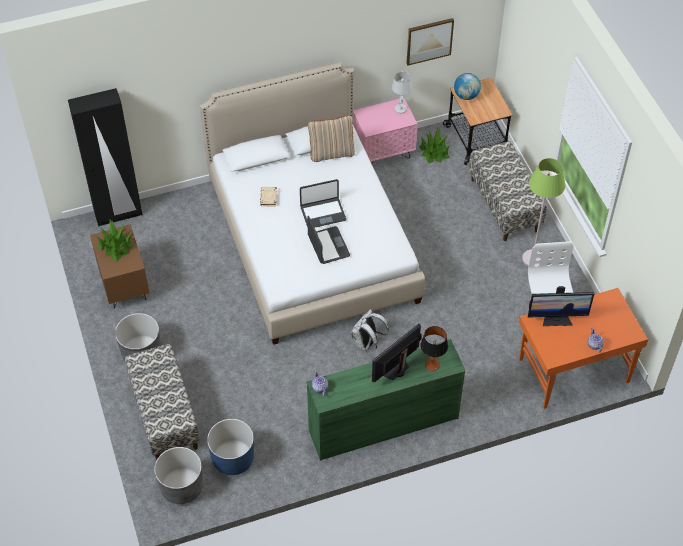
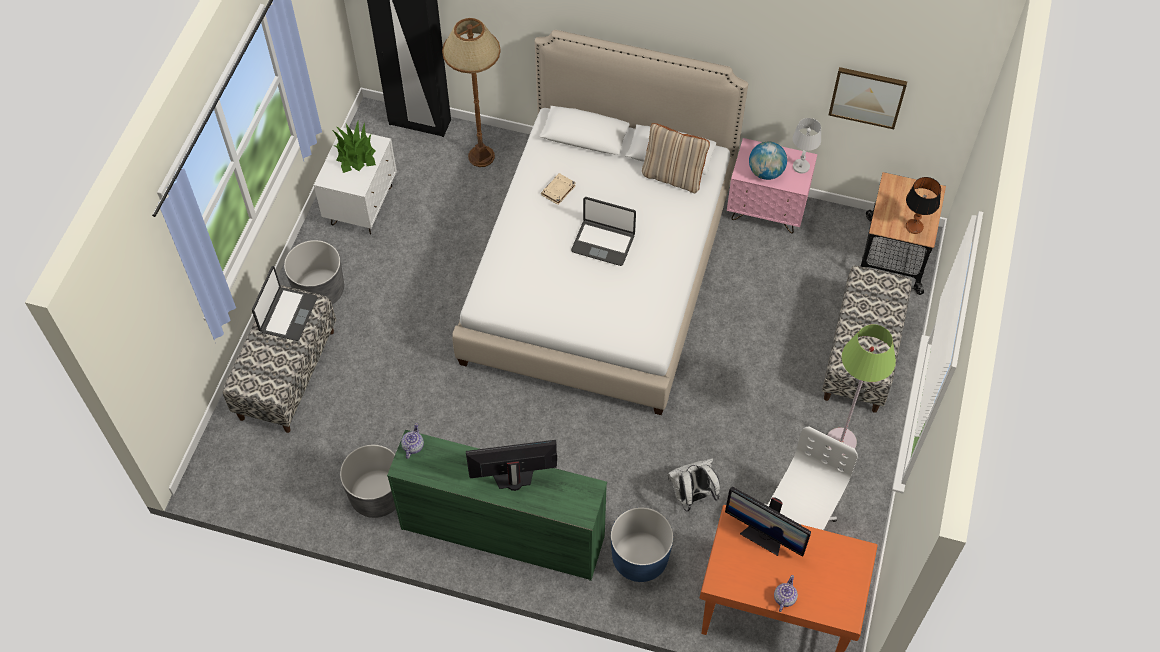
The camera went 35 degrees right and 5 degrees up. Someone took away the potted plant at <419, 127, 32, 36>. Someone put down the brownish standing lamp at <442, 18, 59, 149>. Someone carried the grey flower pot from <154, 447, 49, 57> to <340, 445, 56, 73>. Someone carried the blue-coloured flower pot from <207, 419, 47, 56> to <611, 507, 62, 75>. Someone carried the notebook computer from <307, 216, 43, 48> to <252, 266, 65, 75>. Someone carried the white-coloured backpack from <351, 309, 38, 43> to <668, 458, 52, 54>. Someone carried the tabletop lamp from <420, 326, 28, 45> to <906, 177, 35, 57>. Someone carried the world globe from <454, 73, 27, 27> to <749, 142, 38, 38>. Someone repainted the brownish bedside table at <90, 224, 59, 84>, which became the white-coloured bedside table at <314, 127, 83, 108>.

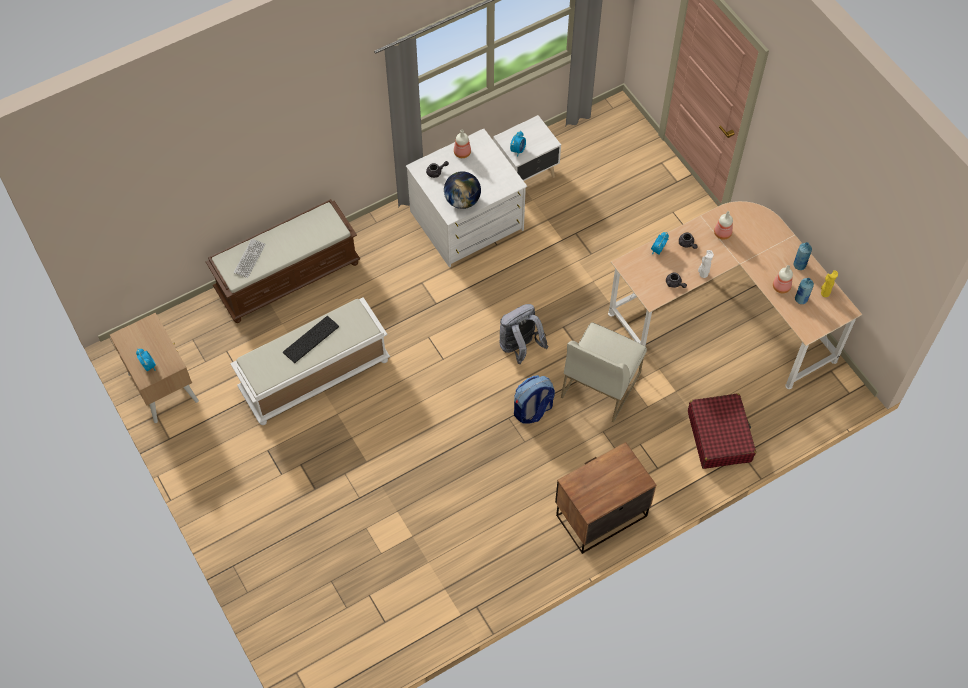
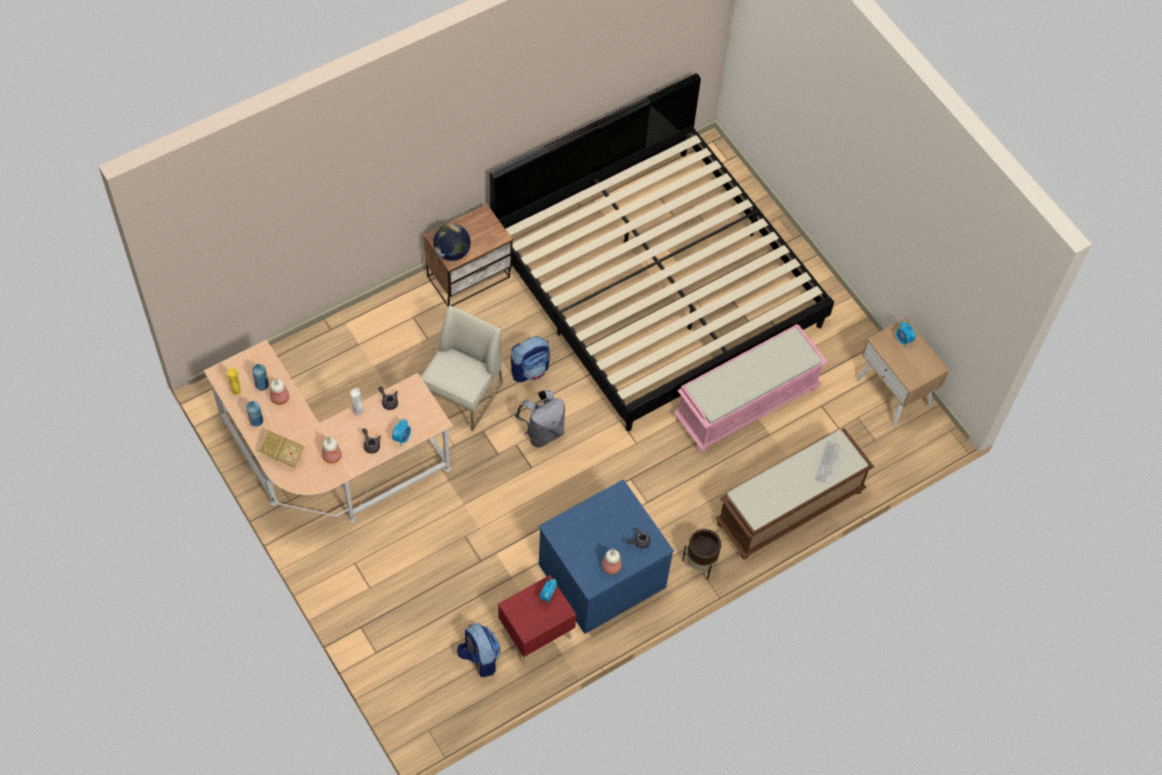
The camera went 175 degrees right and 0 degrees up. Someone took away the PC keyboard at <283, 316, 56, 47>. Someone took away the reddish piece of luggage at <688, 394, 68, 75>. Someone put down the volume at <258, 429, 47, 39>. Someone put down the backpack at <457, 623, 43, 54>. Someone put down the bedroom bed at <490, 73, 344, 358>. Someone put down the brownish flower pot at <682, 529, 39, 51>. Someone carried the world globe from <444, 171, 37, 38> to <433, 223, 38, 38>. Someone repainted the white-coloured bench at <230, 297, 160, 128>, which became the pink-coloured bench at <674, 324, 154, 128>. Someone repainted the white-coloured chest of drawers at <406, 128, 121, 140>, which became the blue-coloured chest of drawers at <538, 479, 136, 155>. Someone repainted the white-coloured bedside table at <493, 115, 68, 66>, which became the reddish bedside table at <498, 575, 78, 90>.

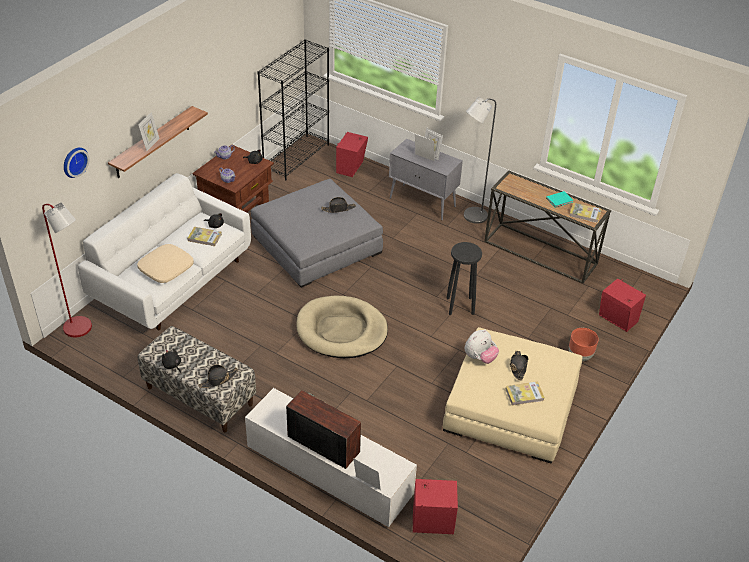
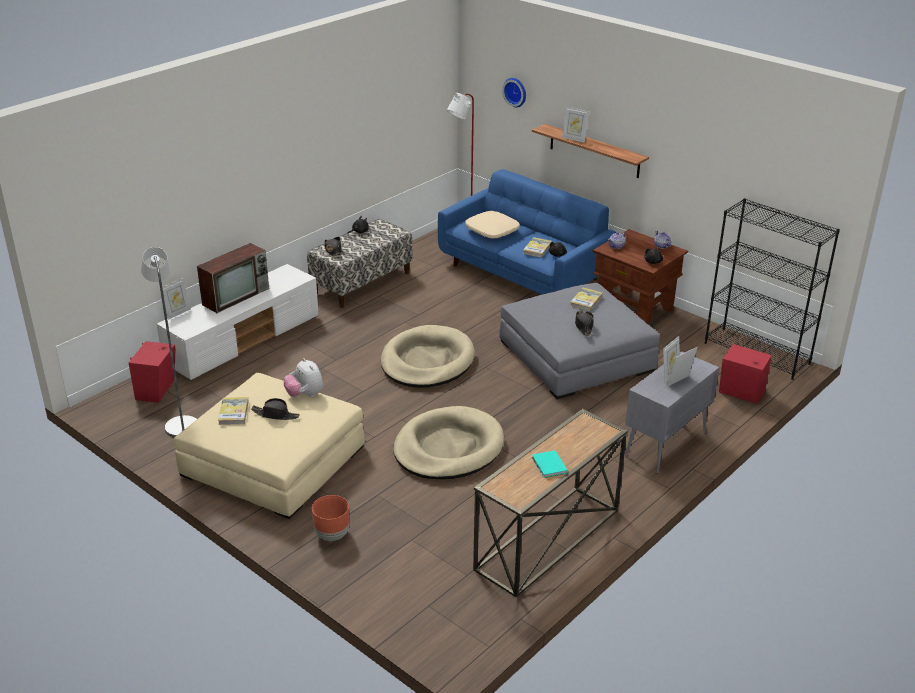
The camera went 100 degrees right and 10 degrees down. Someone took away the reddish loudspeaker at <599, 278, 47, 54>. Someone carried the grey standing lamp from <464, 97, 32, 127> to <141, 247, 56, 190>. Someone carried the volume from <569, 202, 33, 21> to <570, 288, 33, 23>. Someone swapped the black-coloured sitting stool at <446, 242, 36, 73> for the beige-coloured dog cushion at <393, 406, 111, 73>. Someone repainted the white-coloured couch at <78, 173, 173, 157>, which became the blue-coloured couch at <438, 169, 179, 125>.

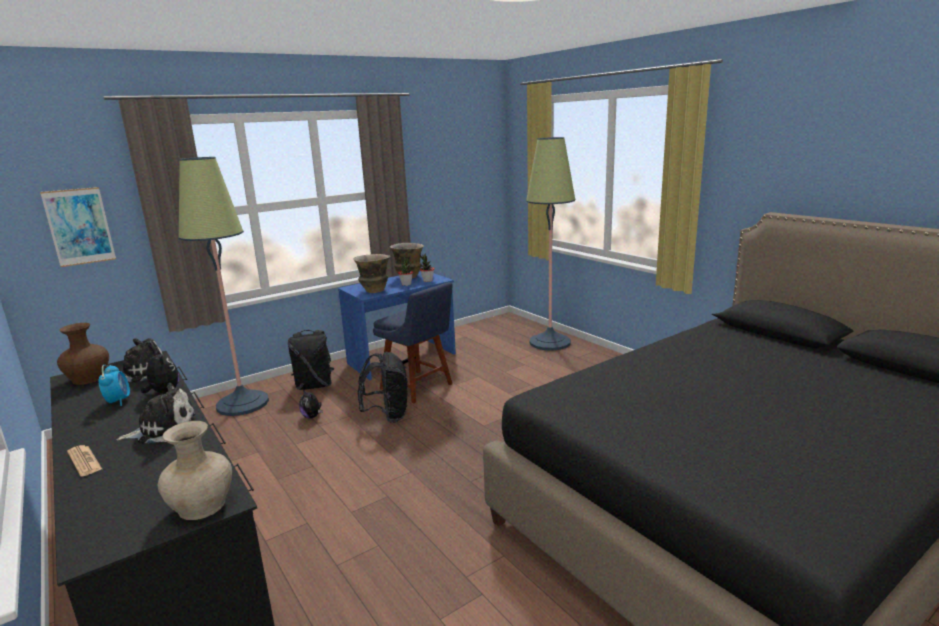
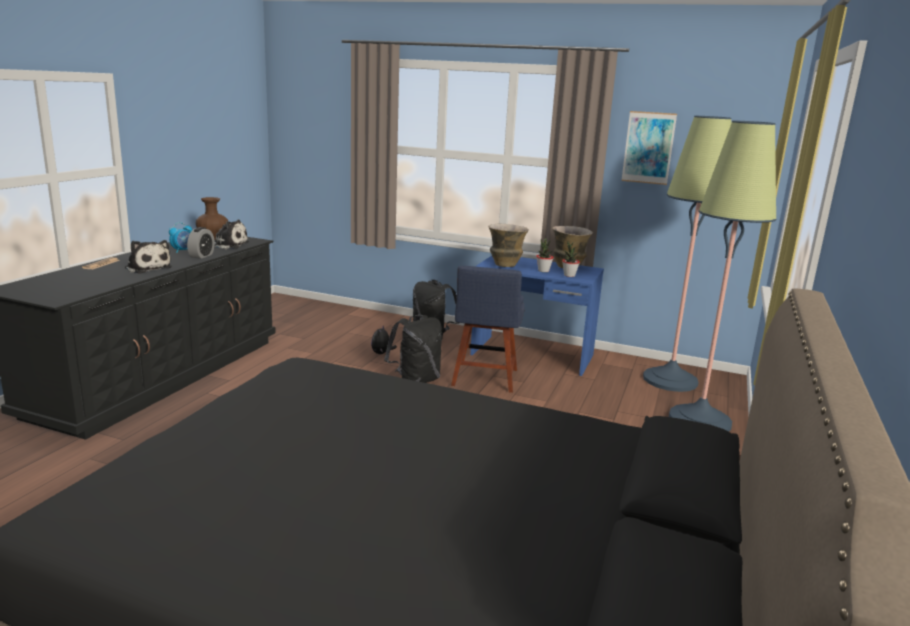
The camera went 55 degrees right and 0 degrees up. Someone took away the beige-coloured vase at <157, 421, 75, 99>. Someone carried the picture from <40, 187, 76, 80> to <621, 111, 56, 74>. Someone carried the standing lamp from <179, 157, 90, 259> to <643, 116, 89, 276>. Someone swapped the cuddly toy at <141, 349, 38, 45> for the bedside clock at <187, 227, 28, 32>.

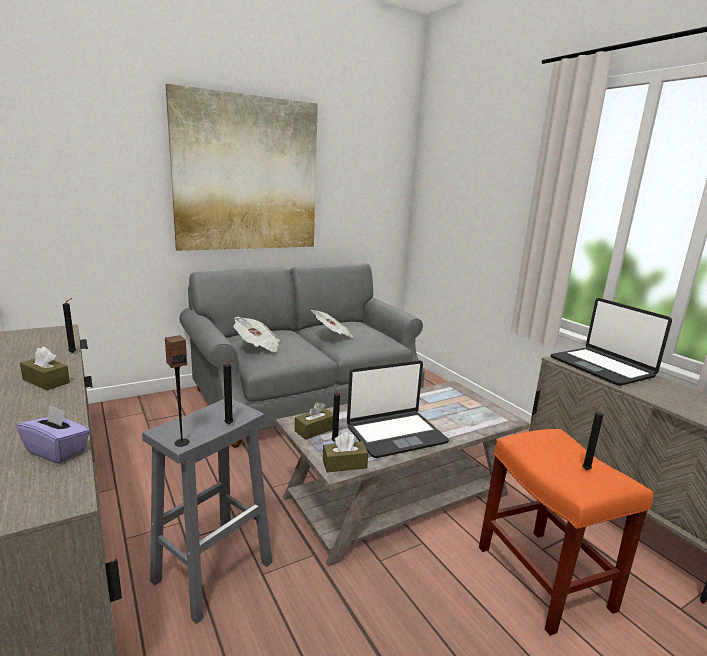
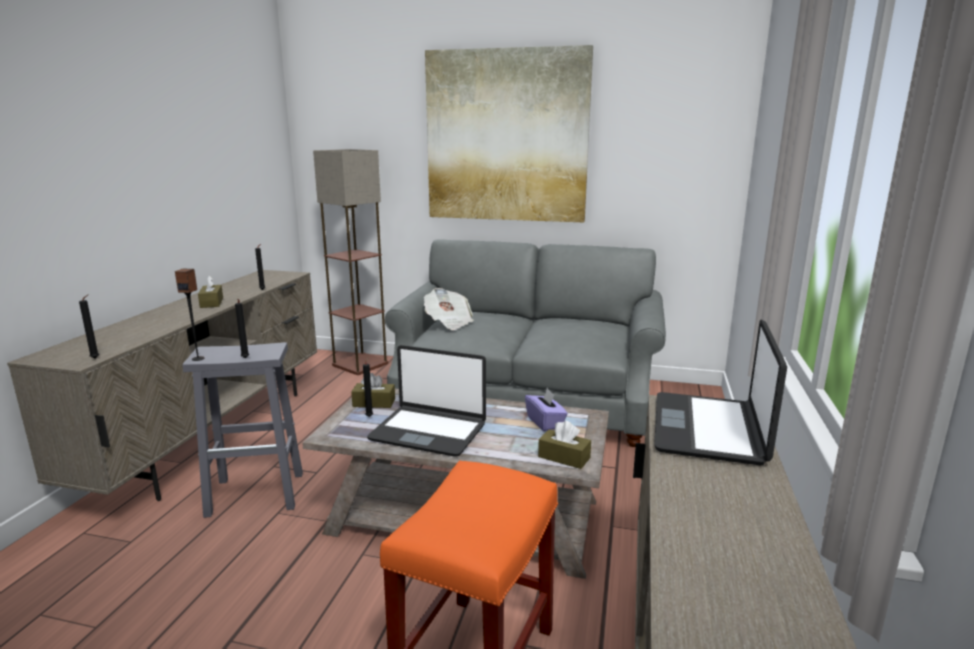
The camera went 45 degrees right and 0 degrees up. Someone took away the printed paper at <311, 310, 43, 28>. Someone put down the standing lamp at <313, 149, 75, 226>. Someone carried the purple box of tissues from <16, 405, 74, 59> to <525, 388, 43, 43>. Someone carried the brownish box of tissues from <323, 432, 45, 41> to <538, 421, 53, 48>. Someone carried the black-coloured candle from <582, 405, 22, 65> to <79, 294, 20, 64>.

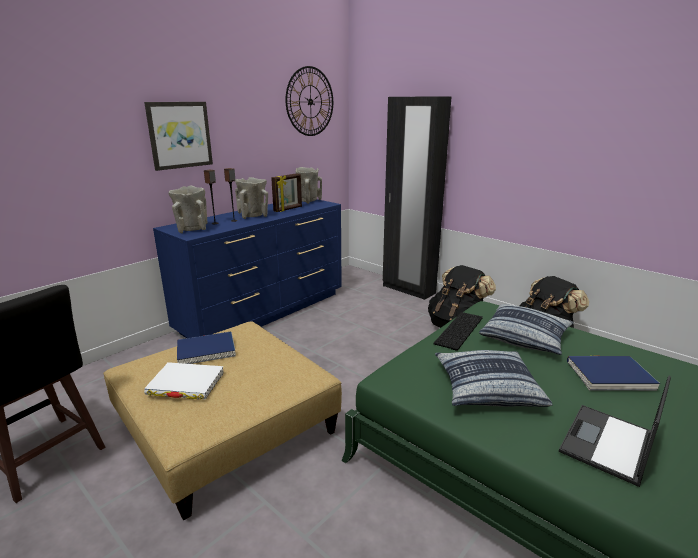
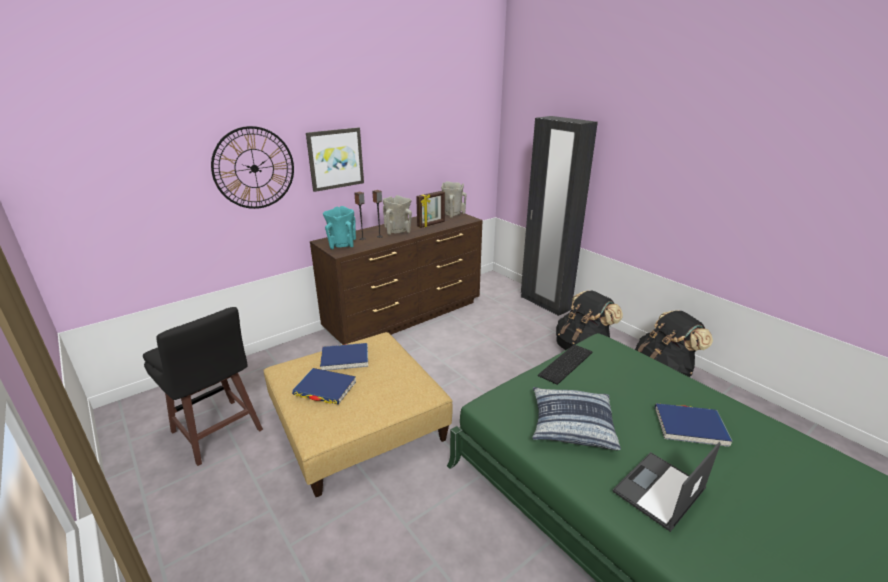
The camera went 10 degrees right and 5 degrees up. Someone took away the pillow at <479, 304, 95, 51>. Someone carried the wall clock from <285, 66, 48, 70> to <211, 126, 83, 83>. Someone repainted the white-coloured volume at <144, 362, 80, 37>, which became the blue-coloured volume at <292, 368, 64, 37>. Someone repainted the blue-coloured chest of drawers at <153, 199, 189, 139>, which became the brownish chest of drawers at <310, 212, 172, 133>. Someone repainted the beige-coloured vase at <168, 185, 39, 48>, which became the blue-green vase at <323, 206, 33, 44>.

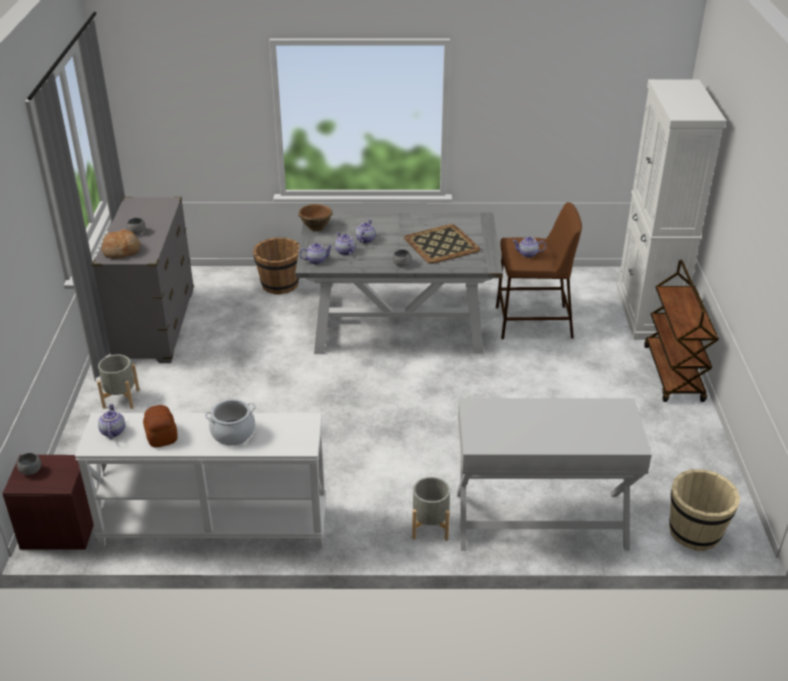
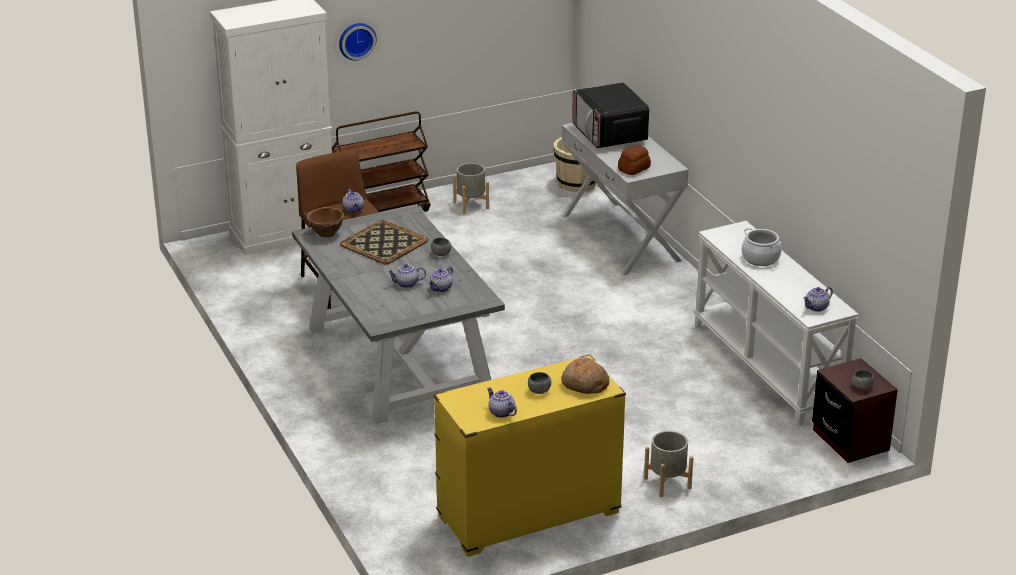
The camera went 115 degrees left and 5 degrees down. Someone took away the brownish bucket at <253, 237, 47, 58>. Someone put up the wall clock at <339, 23, 38, 38>. Someone put down the microwave at <572, 82, 77, 66>. Someone carried the baked bread from <143, 405, 35, 42> to <618, 145, 33, 30>. Someone carried the brownish serving bowl from <298, 204, 34, 27> to <307, 207, 38, 31>. Someone carried the tea pot from <299, 243, 34, 21> to <487, 387, 30, 31>. Someone carried the grey flower pot from <412, 477, 38, 64> to <453, 163, 36, 51>. Someone repainted the grey chest of drawers at <92, 197, 102, 166>, which became the yellow-coloured chest of drawers at <434, 354, 192, 203>.

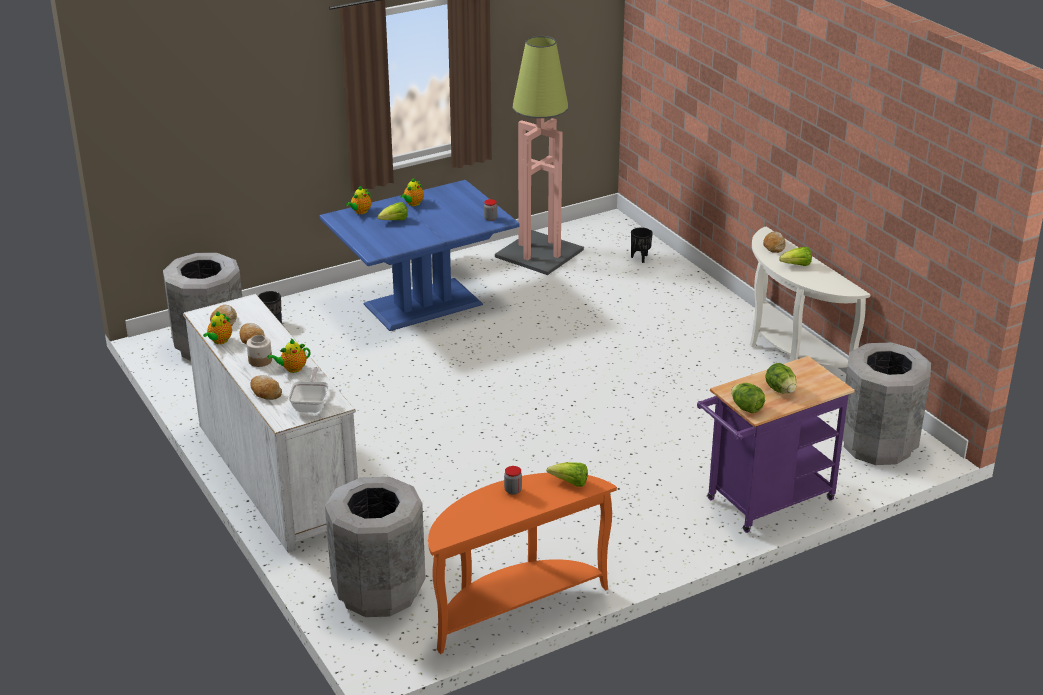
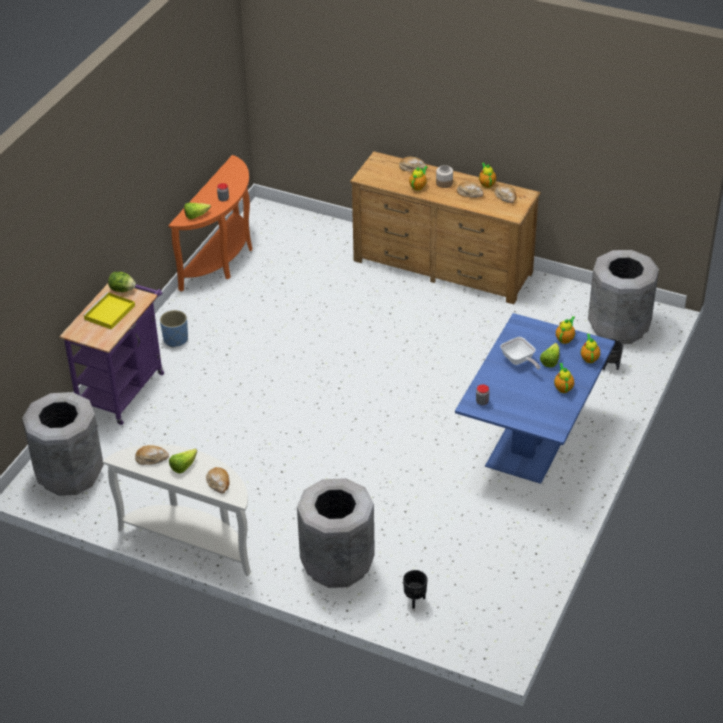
The camera went 145 degrees right and 10 degrees up. Someone took away the standing lamp at <495, 36, 89, 239>. Someone put down the baked bread at <135, 445, 34, 20>. Someone put down the blue-coloured flower pot at <160, 310, 28, 38>. Someone put down the tea pot at <556, 316, 19, 28>. Someone carried the frying pan from <288, 367, 41, 46> to <500, 337, 40, 33>. Someone carried the grey waste bin from <325, 477, 101, 140> to <297, 478, 78, 110>. Someone swapped the lettuce head at <765, 363, 31, 30> for the yellow-coloured serving tray at <83, 292, 52, 37>. Someone repainted the white-coloured chest of drawers at <183, 294, 175, 258>, which became the brownish chest of drawers at <350, 151, 191, 153>.

